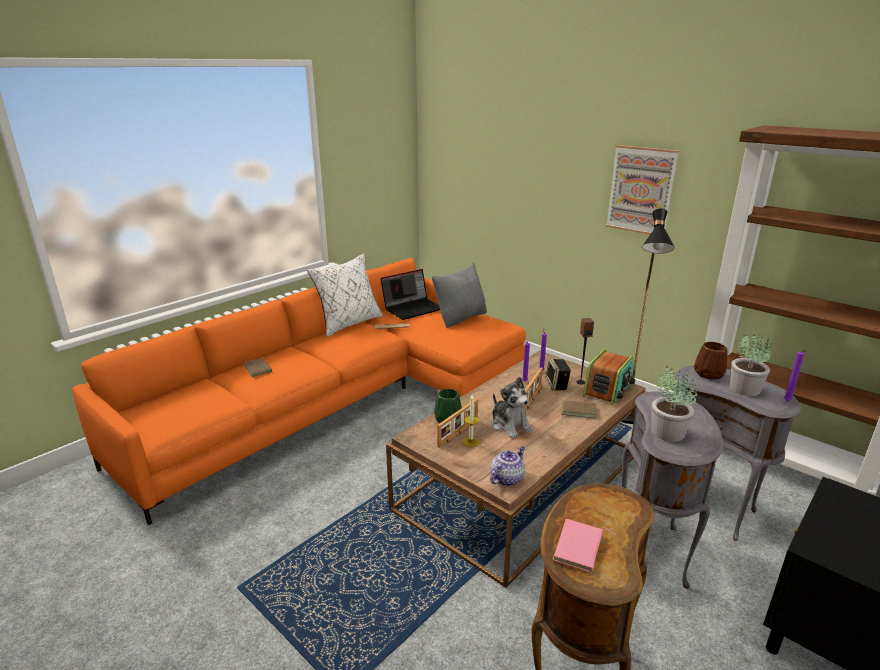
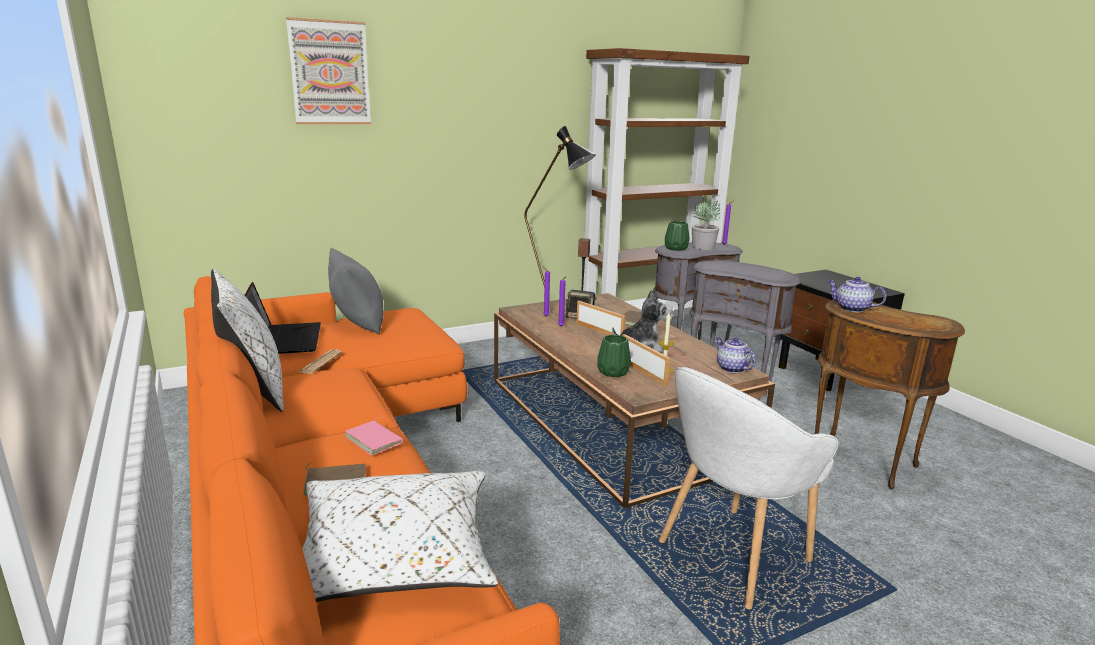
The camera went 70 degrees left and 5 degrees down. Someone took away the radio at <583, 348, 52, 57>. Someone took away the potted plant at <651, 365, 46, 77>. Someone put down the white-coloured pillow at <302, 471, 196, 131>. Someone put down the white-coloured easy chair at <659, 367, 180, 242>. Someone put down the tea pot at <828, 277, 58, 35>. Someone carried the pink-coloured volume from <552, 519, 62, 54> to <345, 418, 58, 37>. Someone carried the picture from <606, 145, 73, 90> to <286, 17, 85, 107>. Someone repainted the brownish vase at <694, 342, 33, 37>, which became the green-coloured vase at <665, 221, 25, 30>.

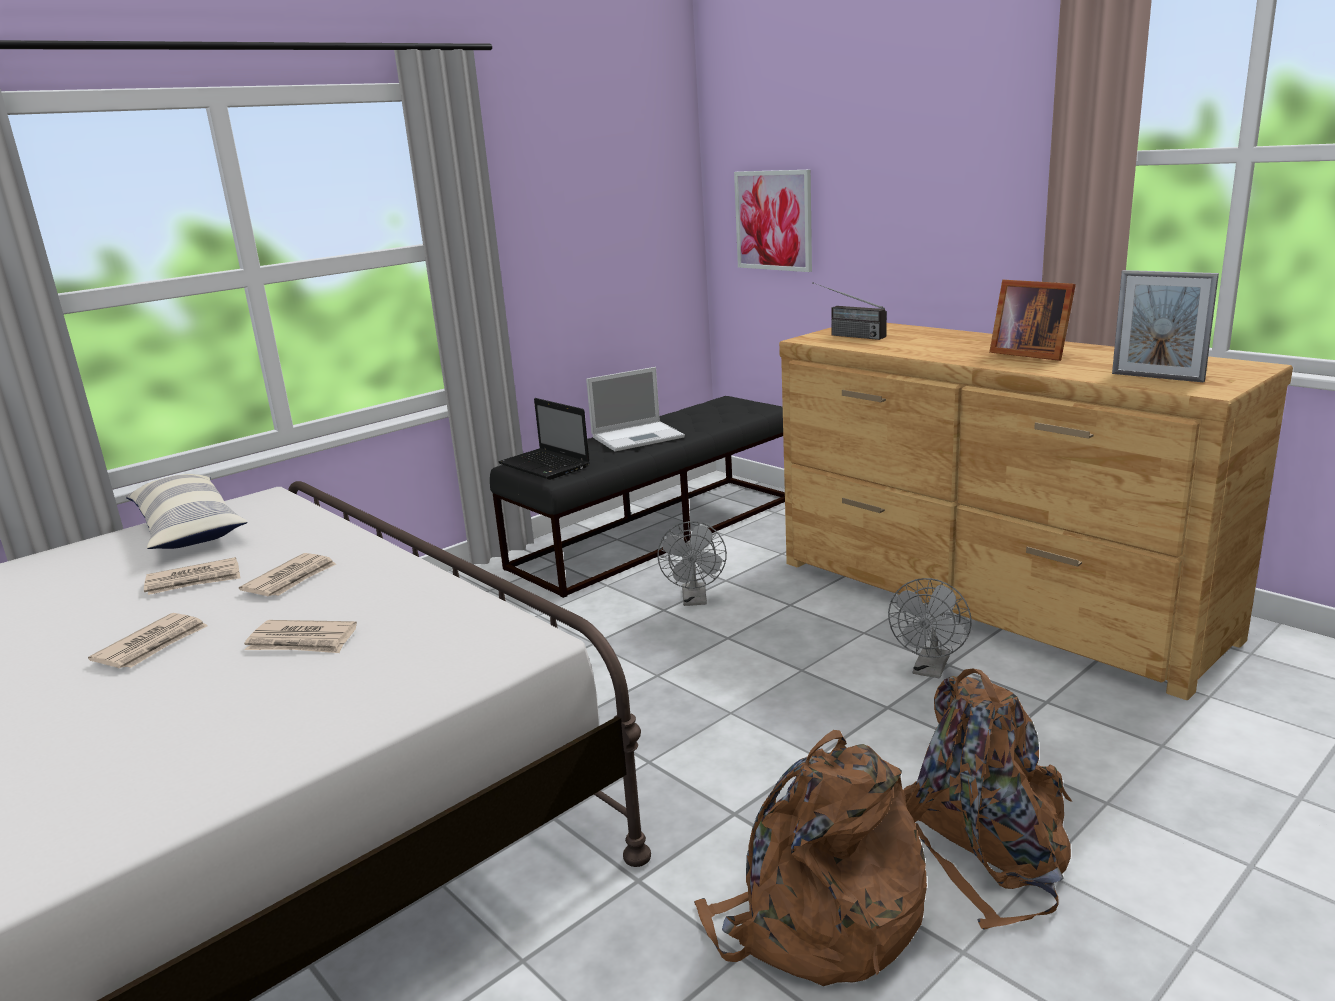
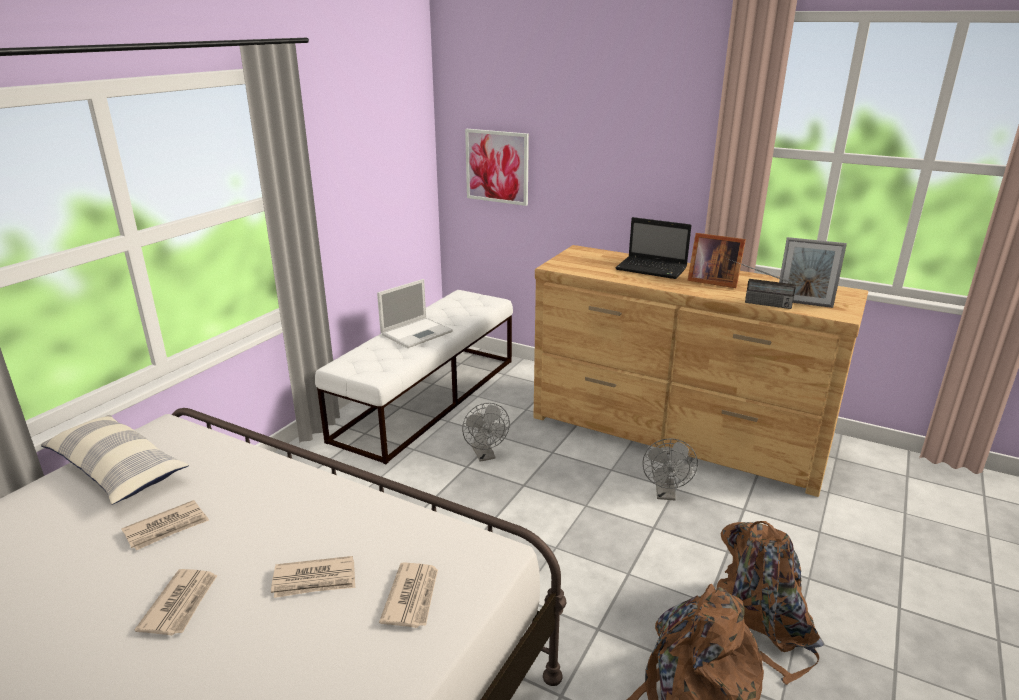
The camera went 20 degrees left and 5 degrees up. Someone carried the printed paper from <239, 553, 97, 43> to <379, 562, 59, 66>. Someone carried the notebook computer from <498, 398, 92, 82> to <615, 217, 76, 62>. Someone carried the radio from <812, 282, 75, 58> to <728, 259, 68, 50>. Someone repainted the black-coloured bench at <490, 396, 295, 202>, which became the white-coloured bench at <315, 290, 198, 174>.

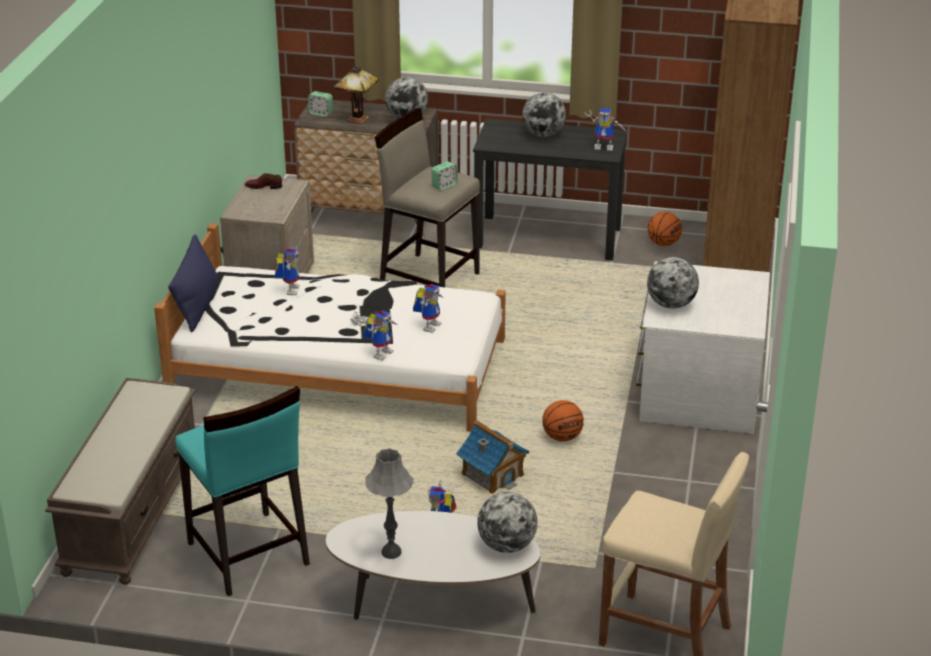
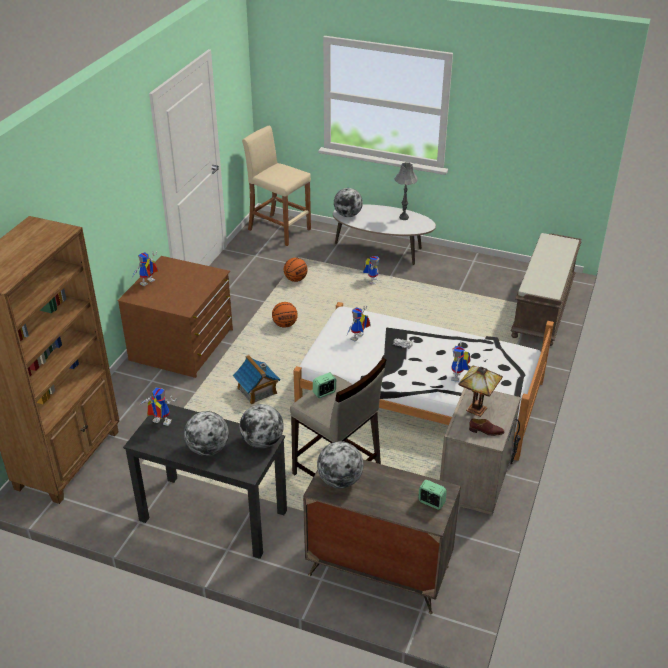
The camera went 170 degrees left and 5 degrees up. Someone took away the blue-coloured pillow at <168, 234, 50, 98>. Someone took away the blue-green sitting stool at <175, 386, 135, 210>. Someone carried the tabletop lamp from <333, 66, 46, 58> to <458, 366, 45, 51>. Someone carried the robot figure from <363, 311, 34, 50> to <132, 251, 26, 35>. Someone carried the miniature house from <456, 420, 74, 74> to <233, 355, 47, 49>. Someone carried the basketball from <647, 212, 35, 34> to <284, 258, 24, 24>. Someone carried the world globe from <647, 257, 52, 52> to <240, 404, 44, 44>. Someone repainted the white-coloured chest of drawers at <636, 261, 134, 173>, which became the brownish chest of drawers at <118, 256, 115, 122>.

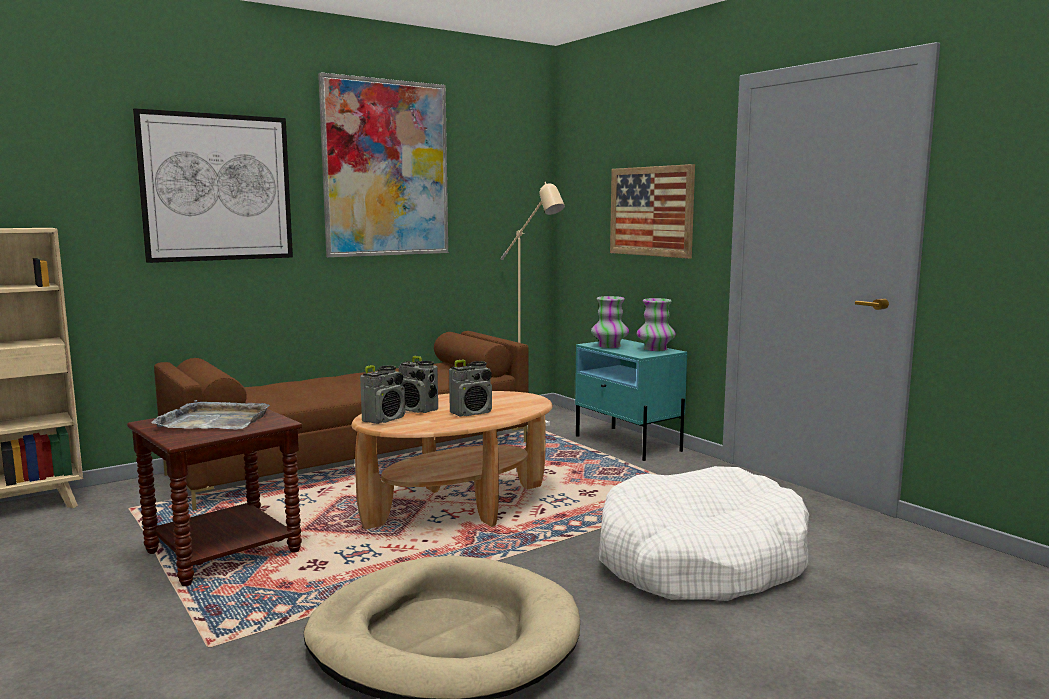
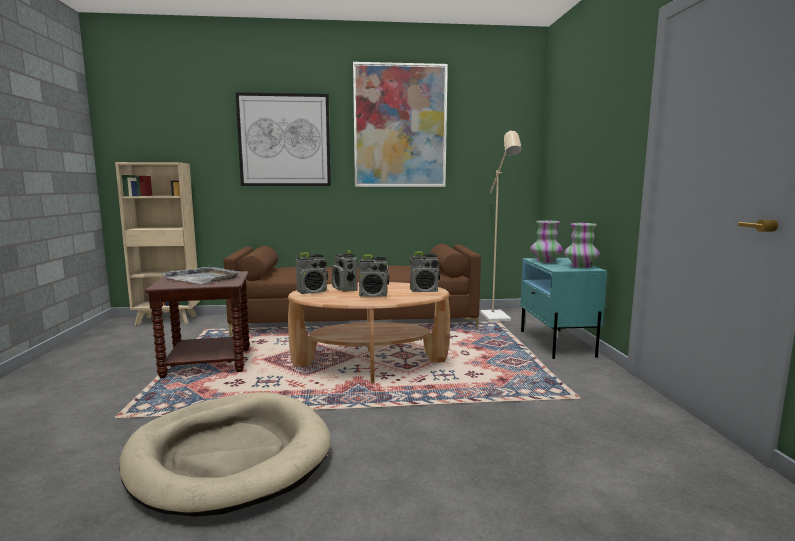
The camera went 30 degrees right and 0 degrees up. Someone took away the white-coloured dog cushion at <599, 466, 210, 135>. Someone took away the picture at <610, 164, 85, 95>. Someone put down the radio at <410, 252, 30, 40>.

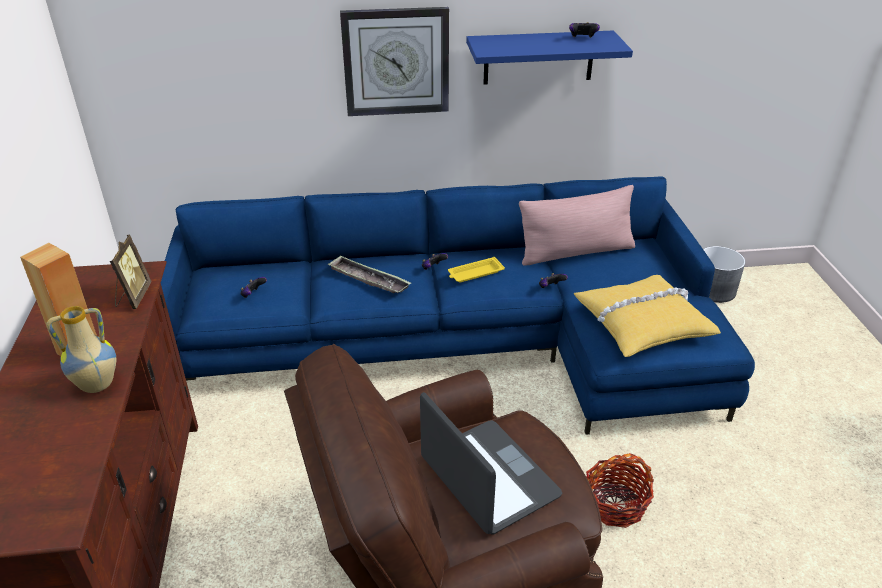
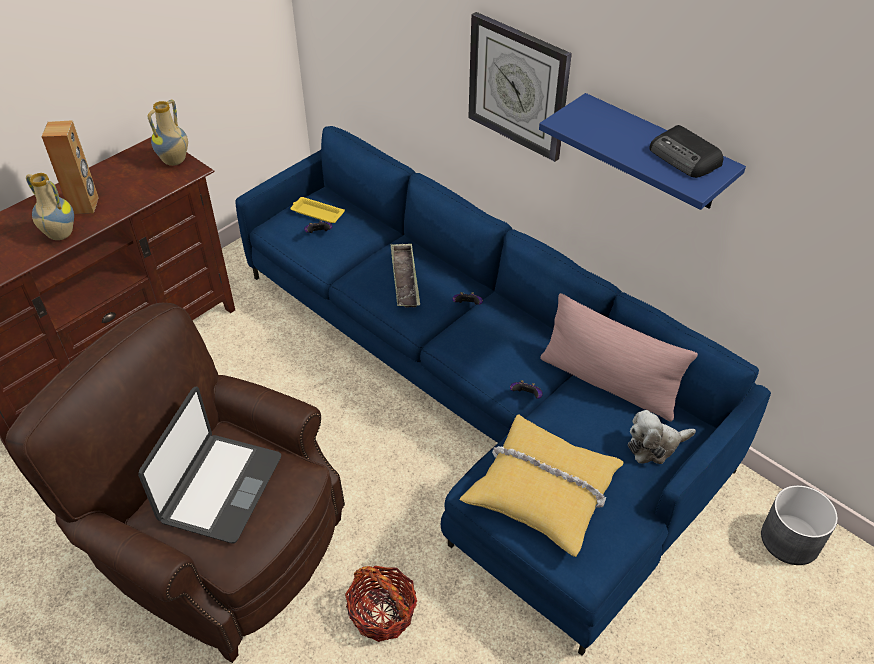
The camera went 50 degrees right and 10 degrees up. Someone took away the standing frame at <110, 235, 41, 74>. Someone put down the vase at <148, 100, 40, 66>. Someone put down the cuddly toy at <628, 410, 68, 54>. Someone carried the yellow-coloured serving tray from <448, 257, 57, 25> to <290, 197, 55, 26>. Someone swapped the joypad at <569, 22, 31, 16> for the radio at <649, 125, 74, 53>.

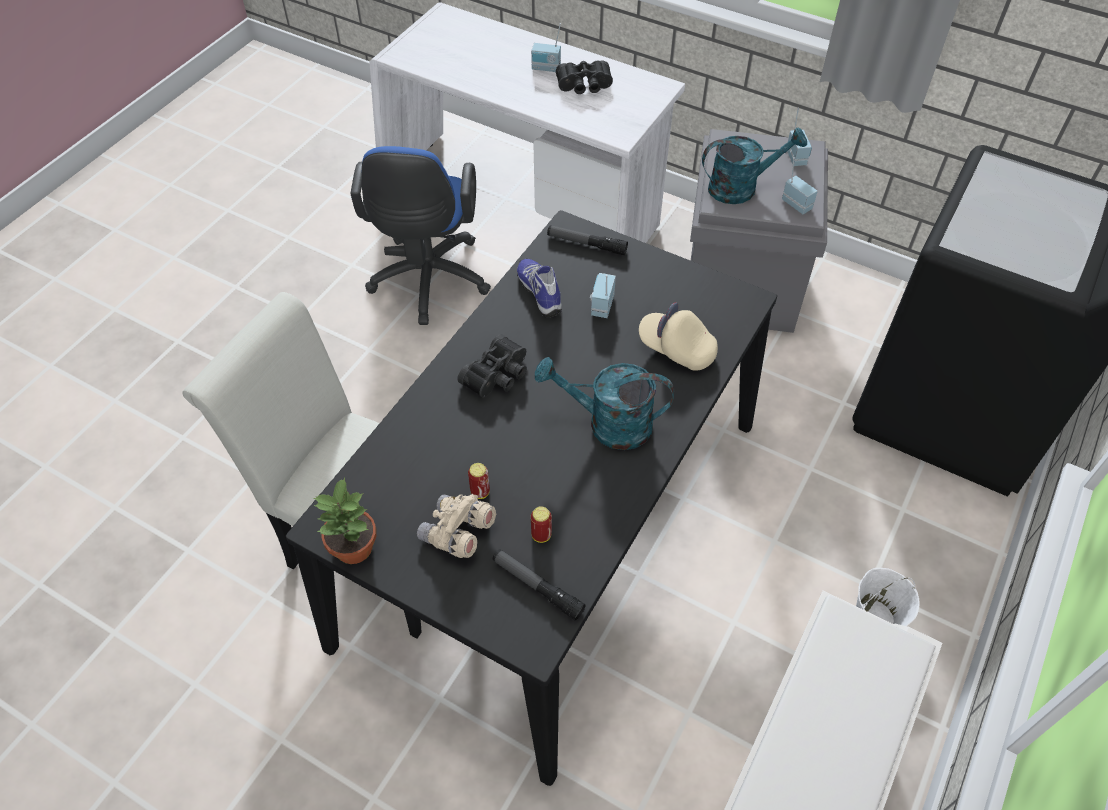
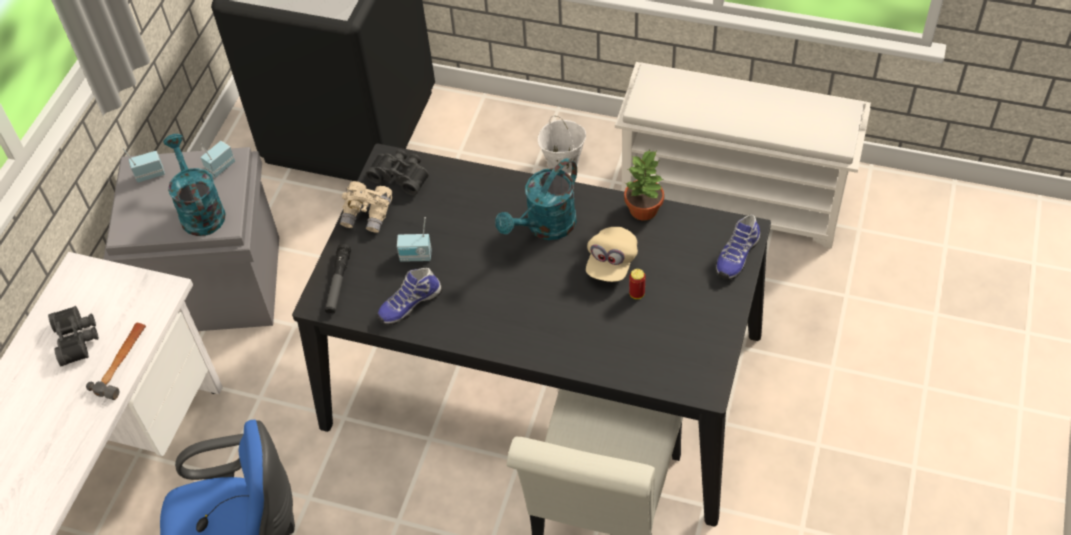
The camera went 100 degrees left and 0 degrees up. Someone took away the hand torch at <493, 549, 93, 71>. Someone took away the radio at <531, 23, 30, 49>. Someone took away the sealed can at <531, 506, 21, 37>. Someone put down the hand hammer at <86, 323, 60, 77>. Someone put down the item of footwear at <716, 214, 44, 66>. Someone carried the potted plant from <313, 477, 64, 87> to <624, 149, 40, 72>. Someone carried the beige-coloured binoculars from <417, 494, 79, 64> to <340, 181, 53, 52>. Someone carried the black-coloured binoculars from <457, 334, 70, 64> to <366, 149, 63, 47>. Someone carried the beige-coloured peaked cap from <639, 303, 79, 68> to <586, 227, 52, 55>. Someone rotated the blue-green watering pot at <535, 357, 139, 93> by 45 degrees clockwise.

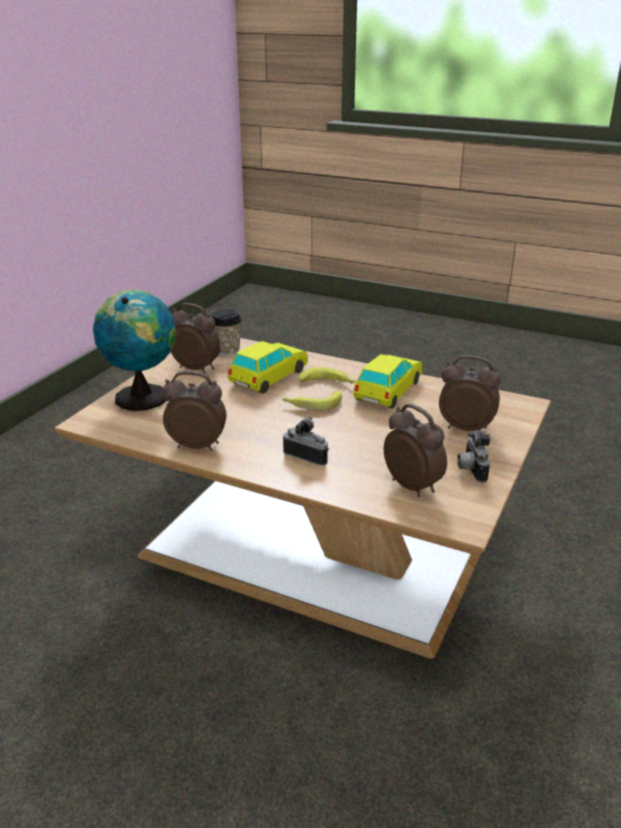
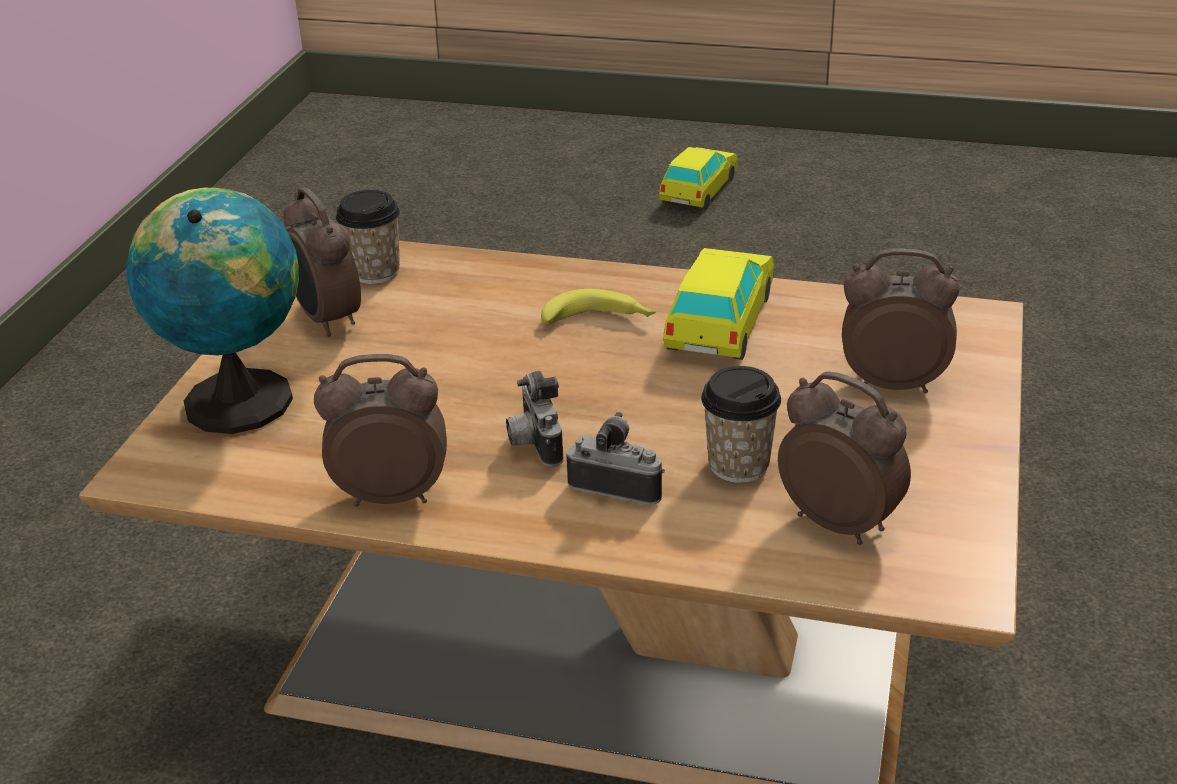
The camera went 10 degrees left and 5 degrees up. Someone took away the whole banana at <282, 391, 60, 19>. Someone put down the small cup at <701, 366, 80, 117>. Someone carried the miniature car from <228, 341, 80, 53> to <659, 147, 79, 63>. Someone carried the still camera from <457, 430, 34, 53> to <506, 371, 58, 96>. Someone rotated the bedside clock at <171, 303, 49, 70> by 135 degrees counterclockwise.

